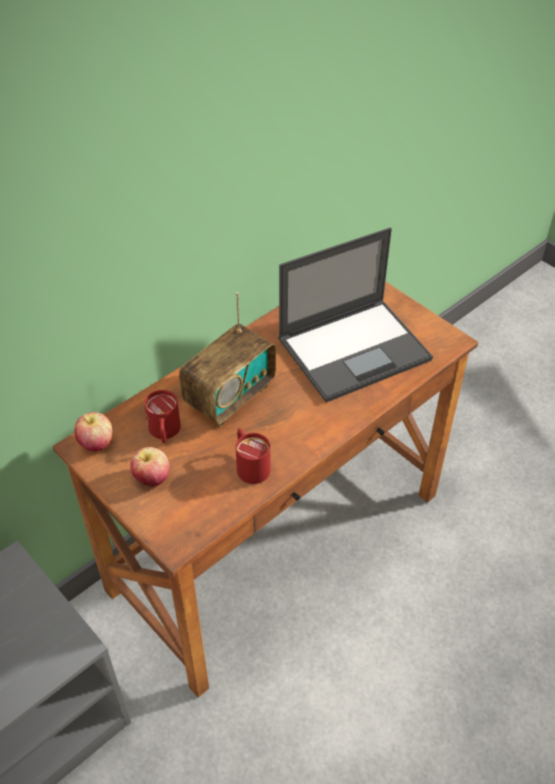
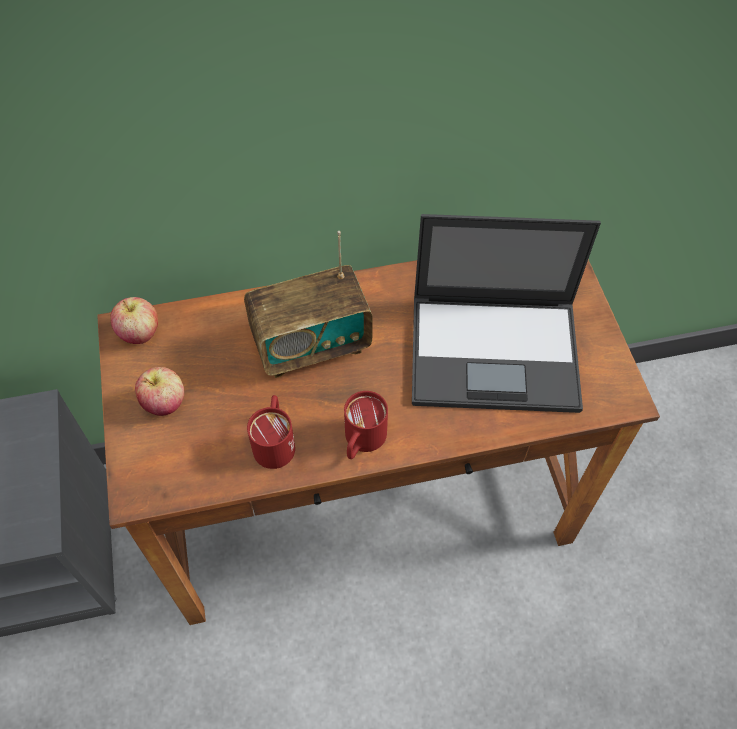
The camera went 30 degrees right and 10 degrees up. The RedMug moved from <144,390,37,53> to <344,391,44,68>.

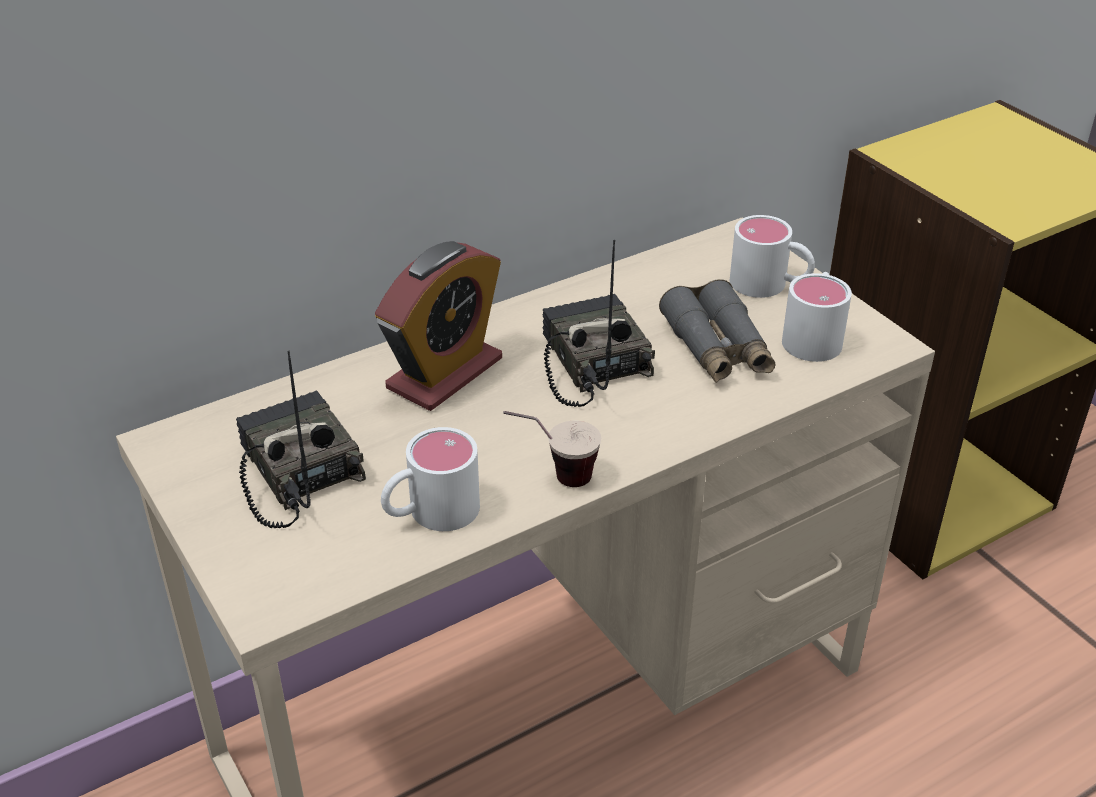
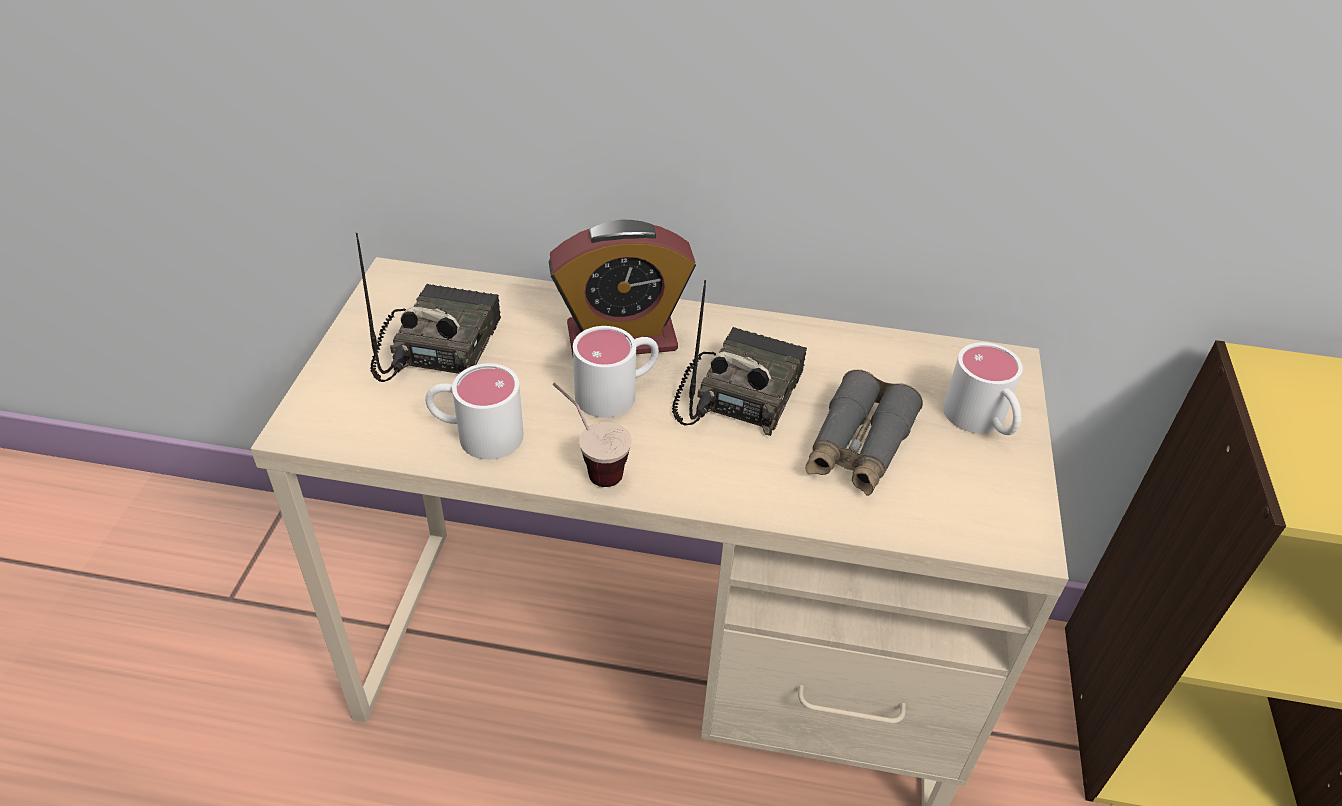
The camera went 40 degrees right and 5 degrees up. The WhiteMug moved from <782,272,70,90> to <573,326,86,92>.

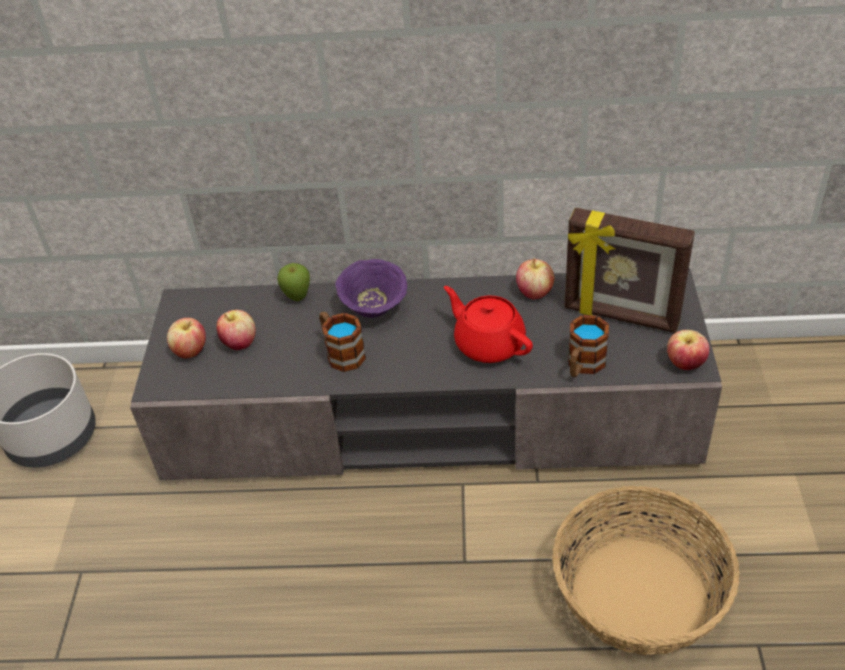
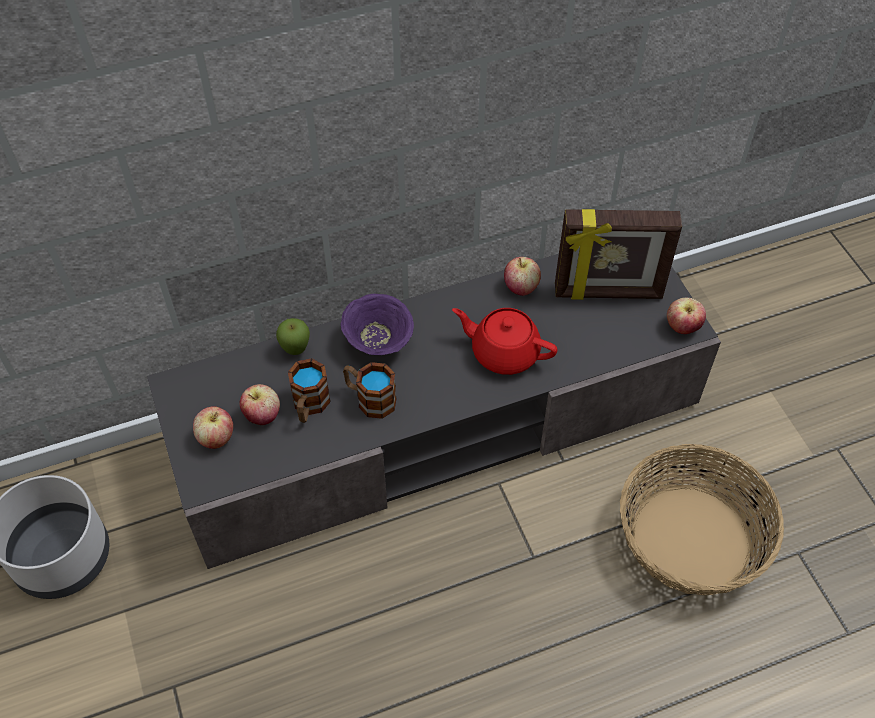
The camera went 25 degrees left and 10 degrees up. The Mug moved from <568,315,41,62> to <288,358,43,65>.

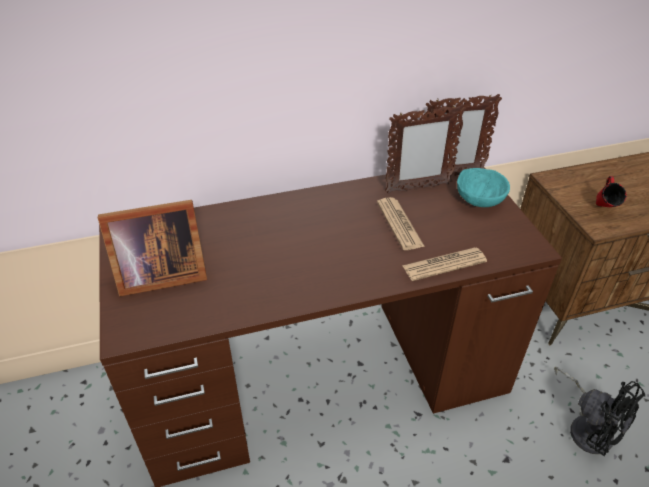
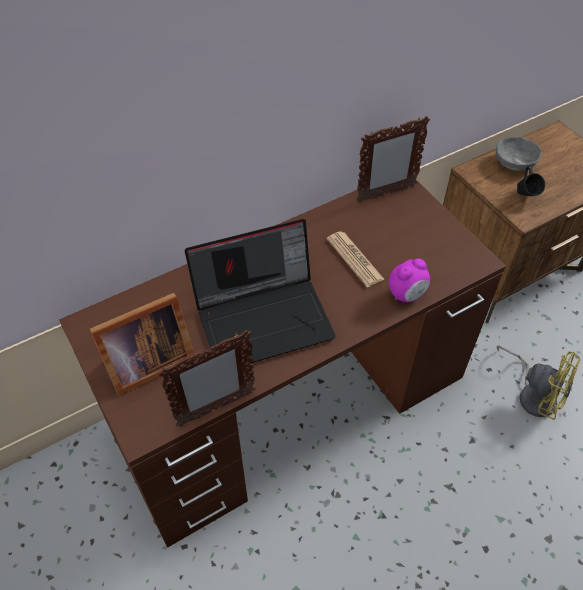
The camera went 15 degrees left and 10 degrees up. The PictureFrame moved from <385,104,81,90> to <158,330,97,97>. The TurquoiseBowl at <457,168,53,39> disappeared. The RedMug at <596,176,31,31> became the BlackMug at <517,166,28,30>. The Newspaper at <403,248,84,33> was replaced by the AlarmClock at <389,258,41,44>. The BlackFan at <554,367,91,89> became the YellowFan at <497,345,84,75>. The GreyBowl at <496,137,46,34> appeared. The Laptop at <185,219,151,144> appeared.

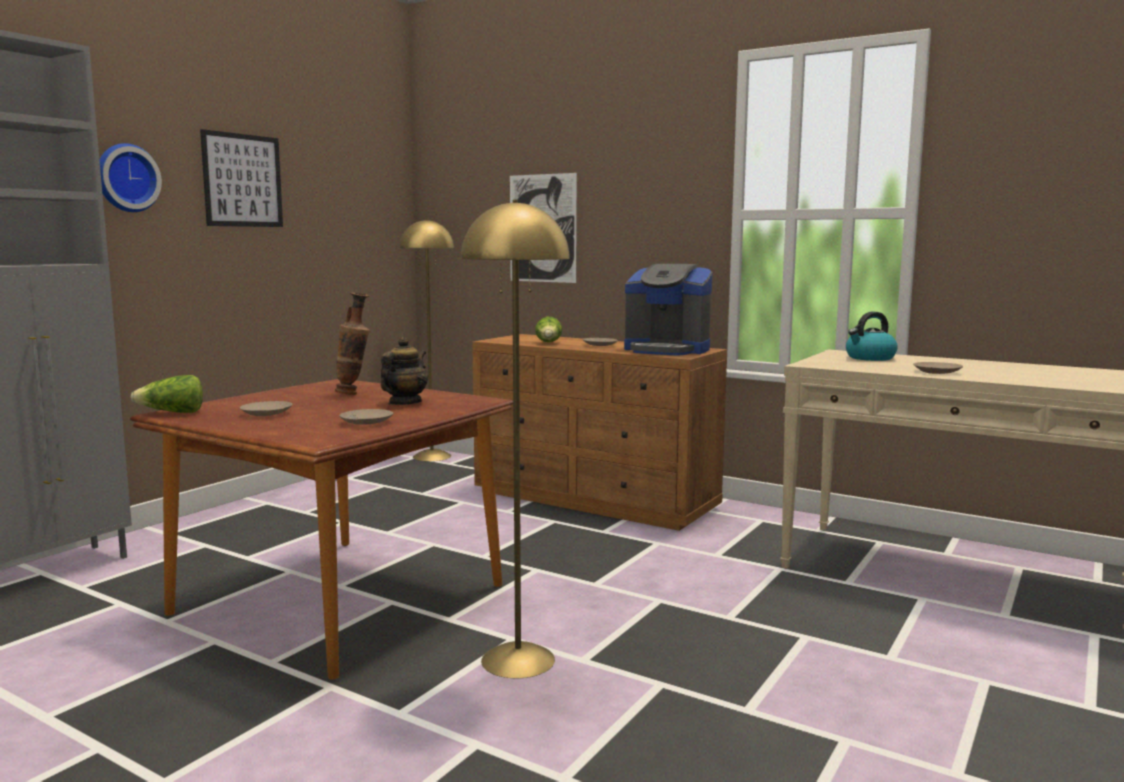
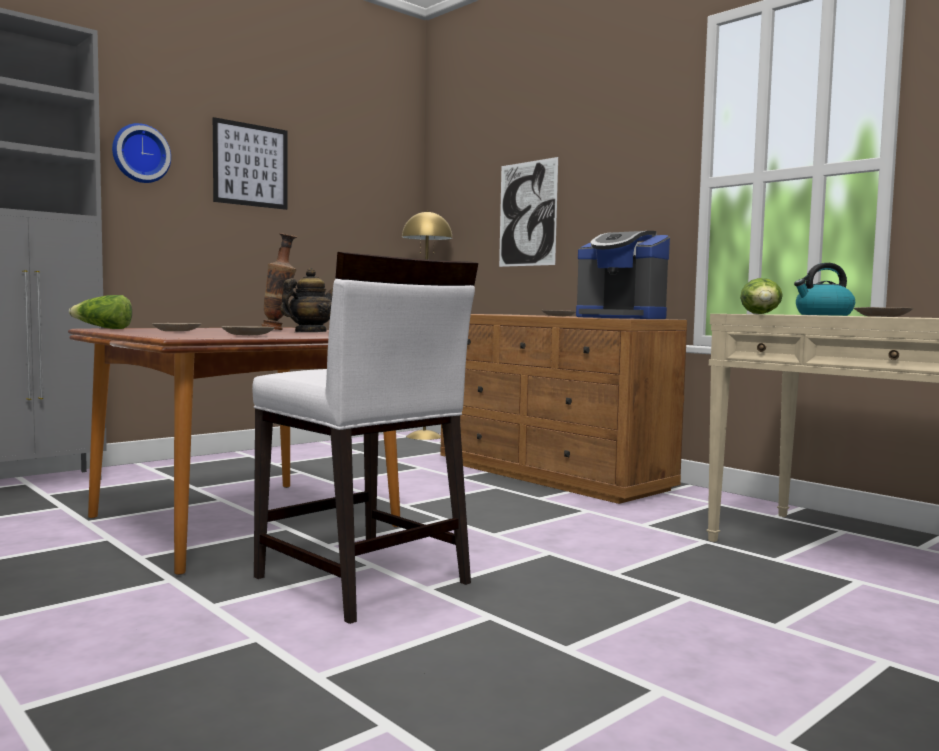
The camera went 15 degrees right and 5 degrees down. The YellowFloorLamp at <461,200,109,478> was replaced by the WhiteChair at <252,252,226,372>. The Lettuce moved from <535,317,27,25> to <740,278,43,36>.

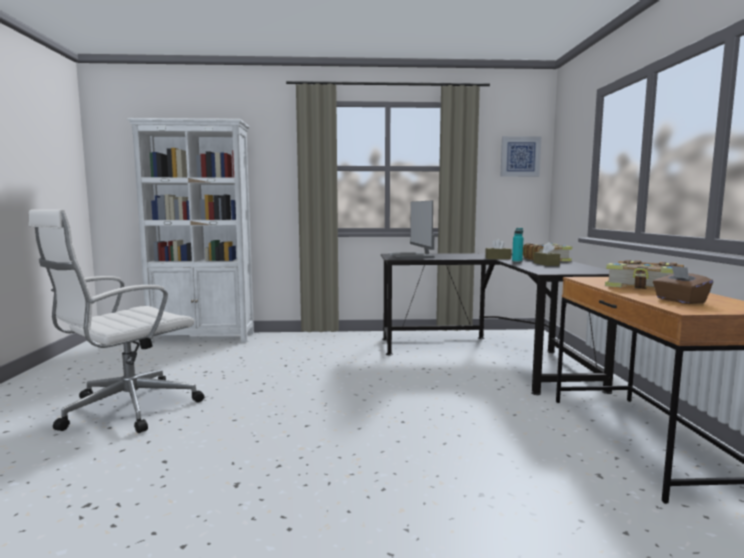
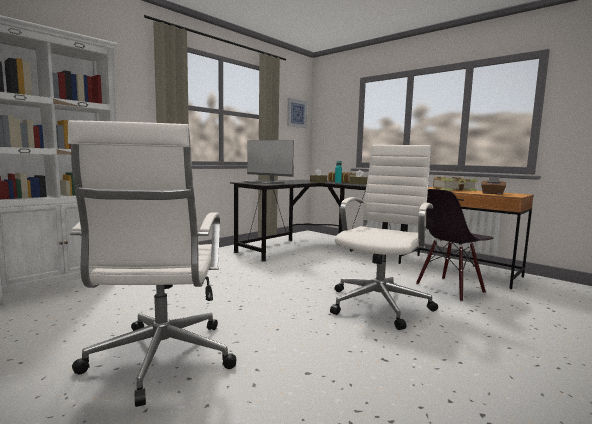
The camera went 45 degrees left and 0 degrees up. The WhiteOfficeChair at <330,145,108,185> appeared. The BlackChair at <416,189,78,113> appeared.

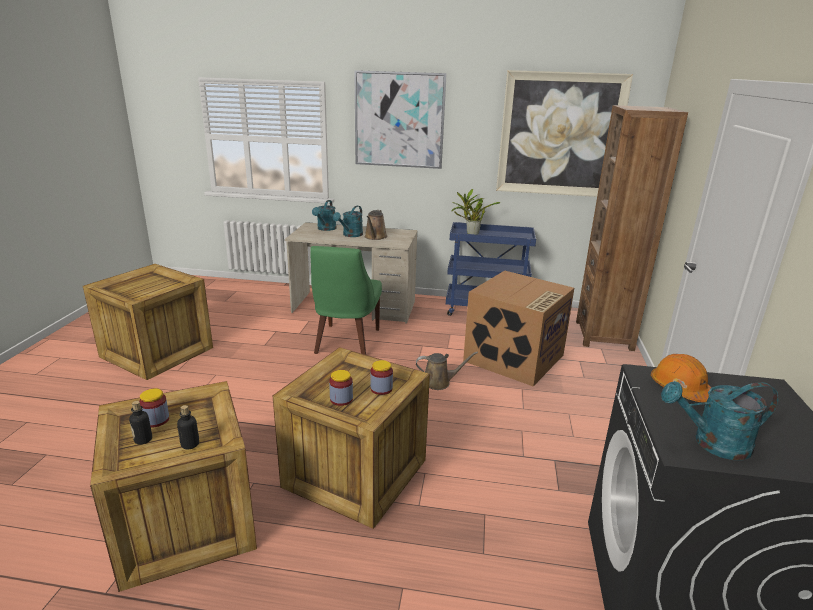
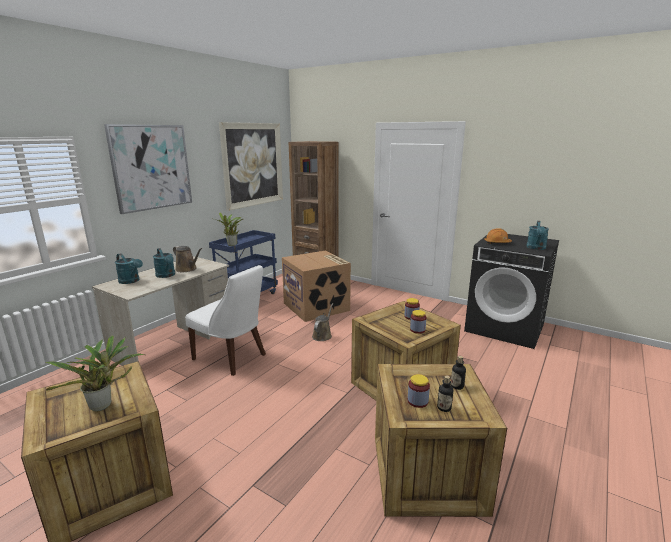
The camera went 65 degrees left and 5 degrees down. The GreenChair at <311,246,71,109> became the WhiteChair at <185,265,81,111>. The PottedPlant at <45,336,100,76> appeared.

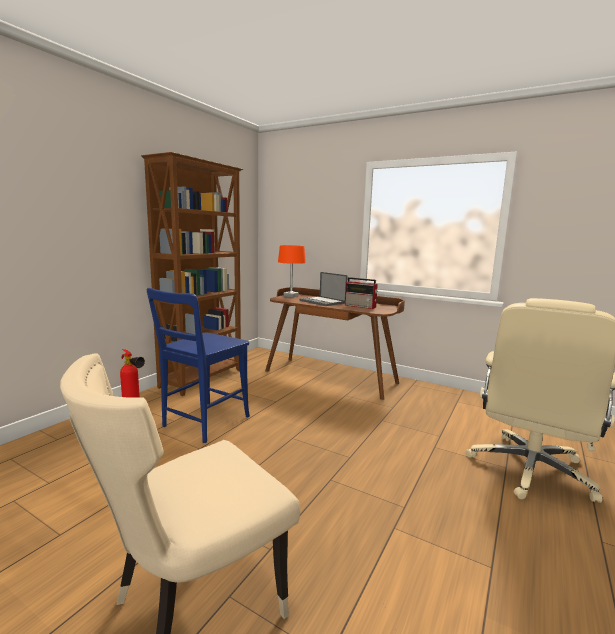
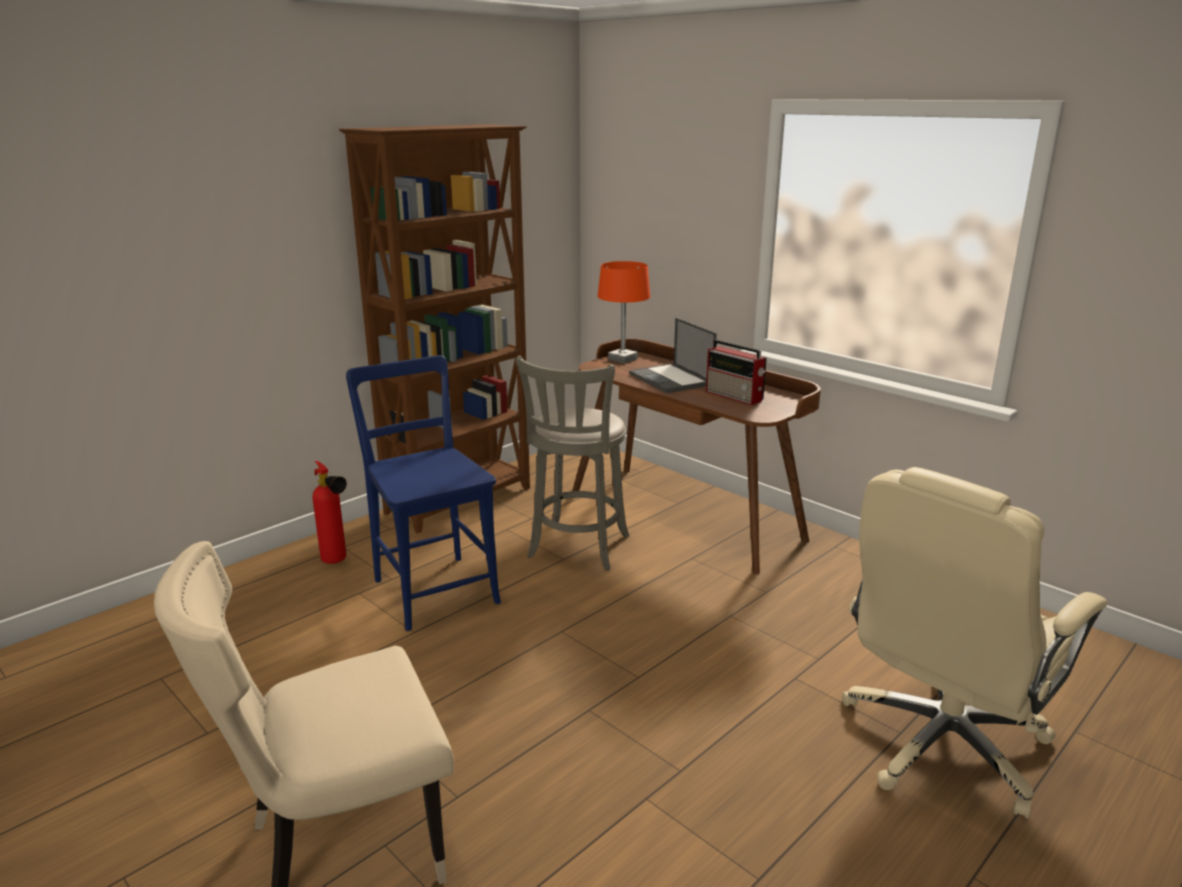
The camera went 15 degrees right and 10 degrees up. The BlueChair at <147,288,103,155> turned 105 degrees clockwise. The GreyStool at <516,356,114,215> appeared.

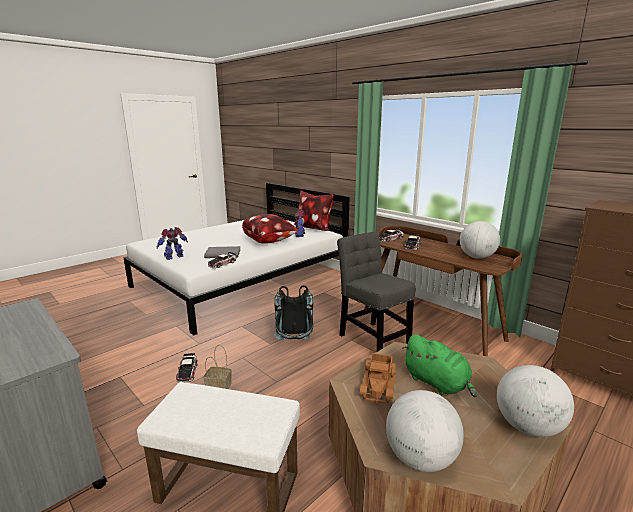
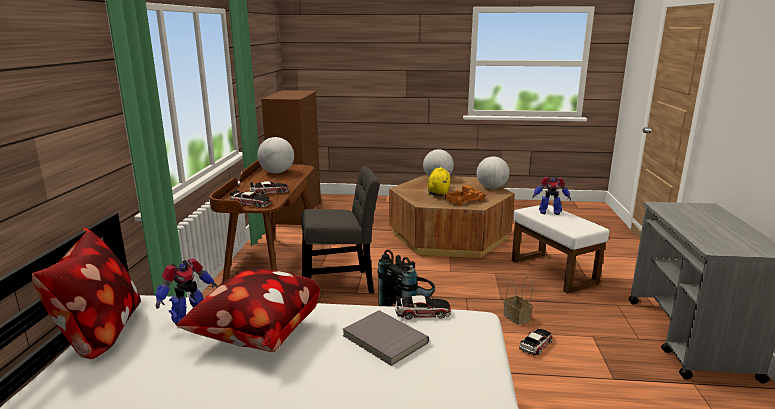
The camera went 130 degrees left and 0 degrees up. The ToyRobot moved from <157,227,31,33> to <532,177,39,38>. The GreyChair at <337,231,78,121> turned 120 degrees counterclockwise. The GreenPlushToy at <403,334,74,63> became the YellowPlushToy at <427,167,23,30>.

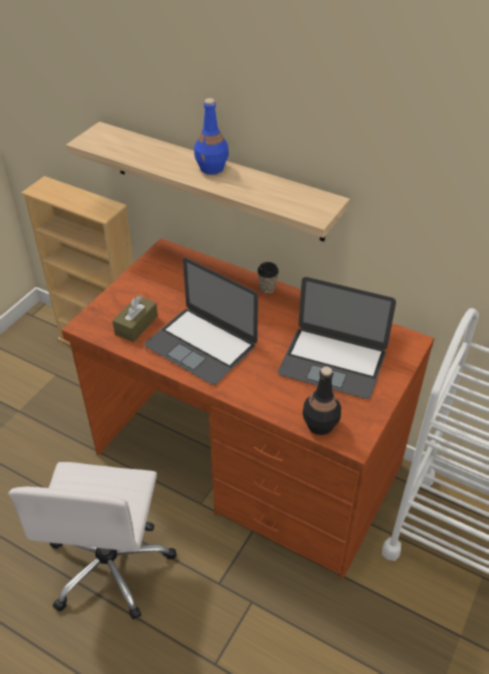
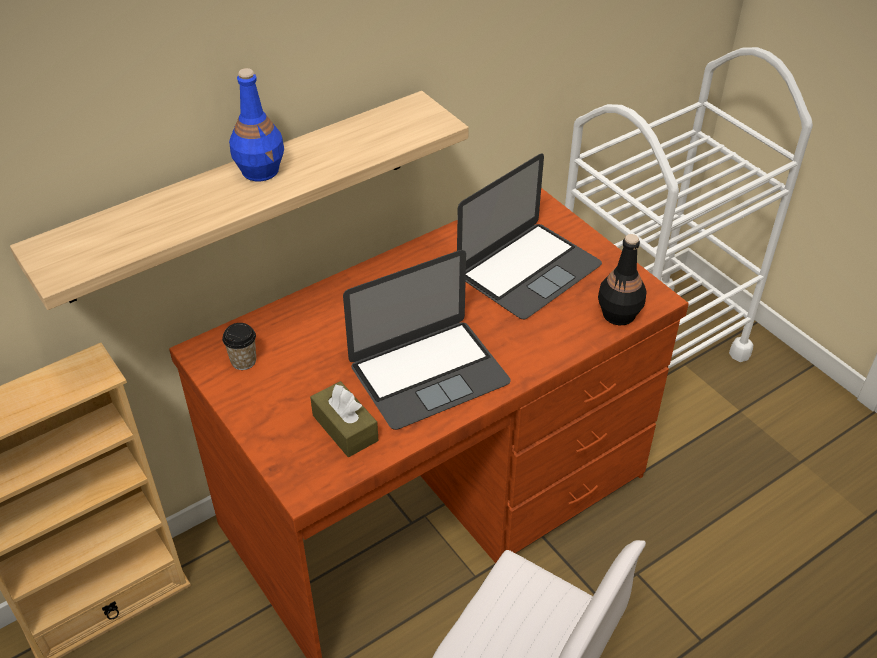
The camera went 65 degrees left and 0 degrees up. The Cup moved from <257,262,22,31> to <222,323,34,47>.

